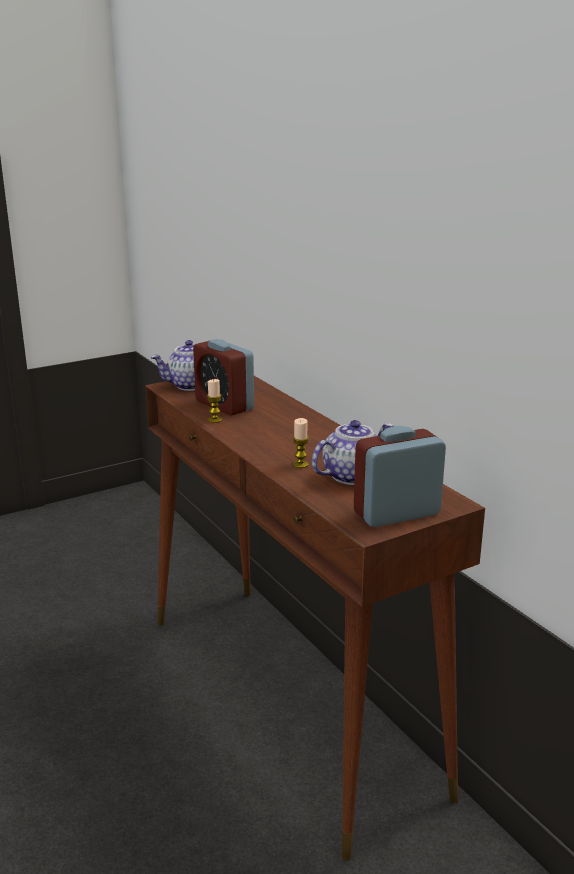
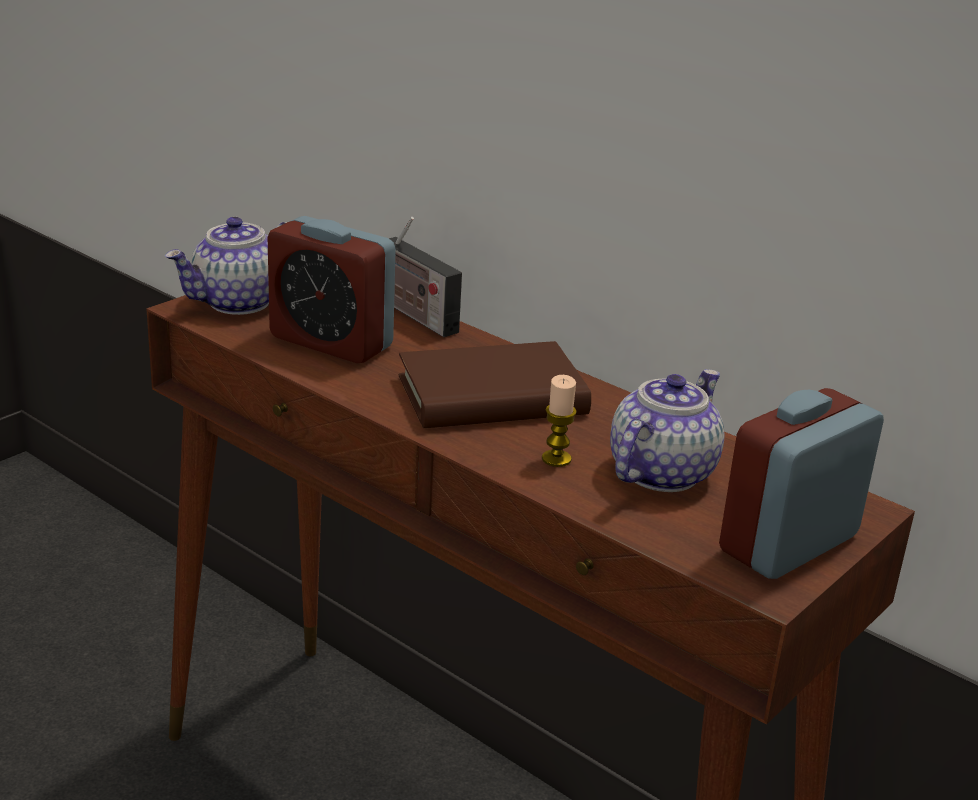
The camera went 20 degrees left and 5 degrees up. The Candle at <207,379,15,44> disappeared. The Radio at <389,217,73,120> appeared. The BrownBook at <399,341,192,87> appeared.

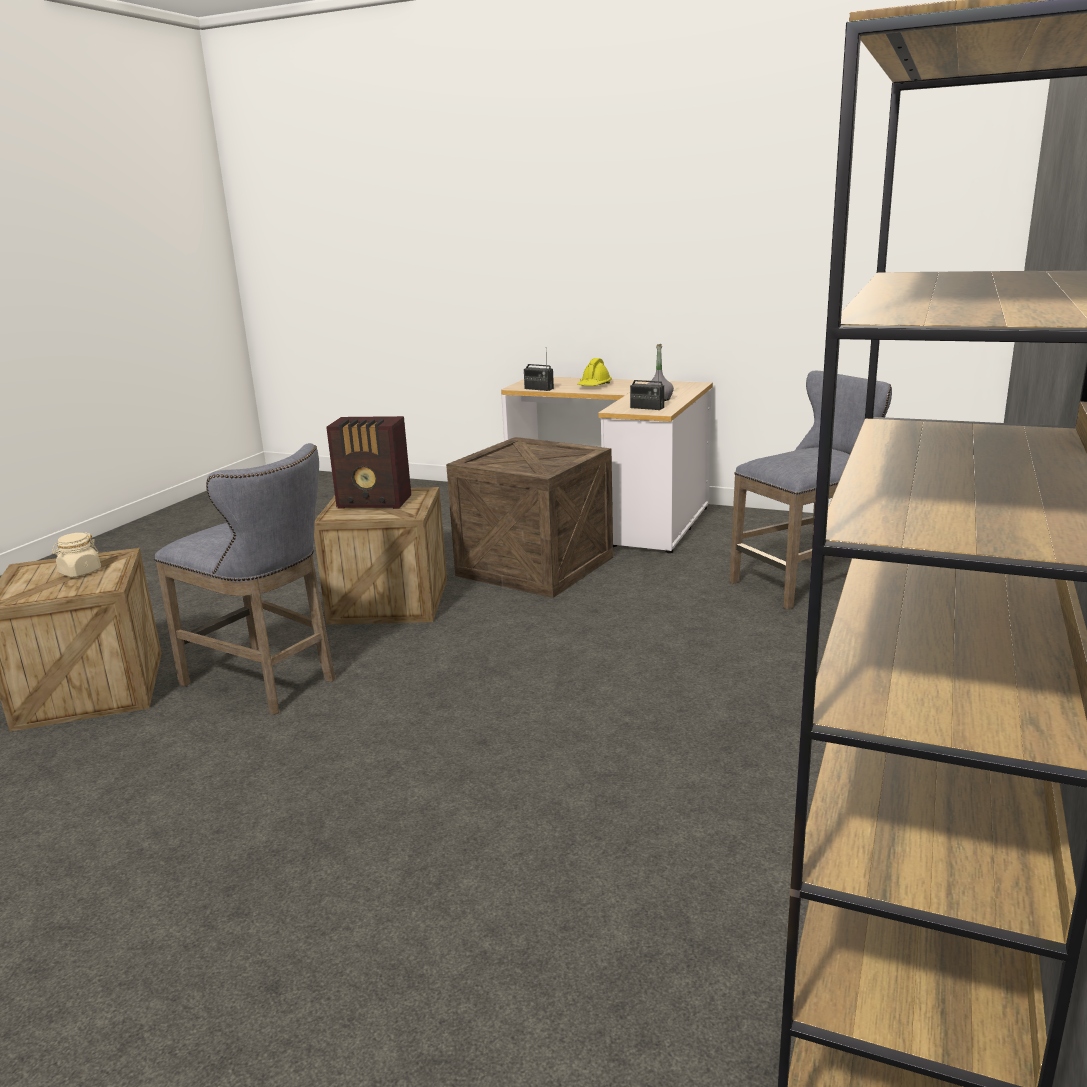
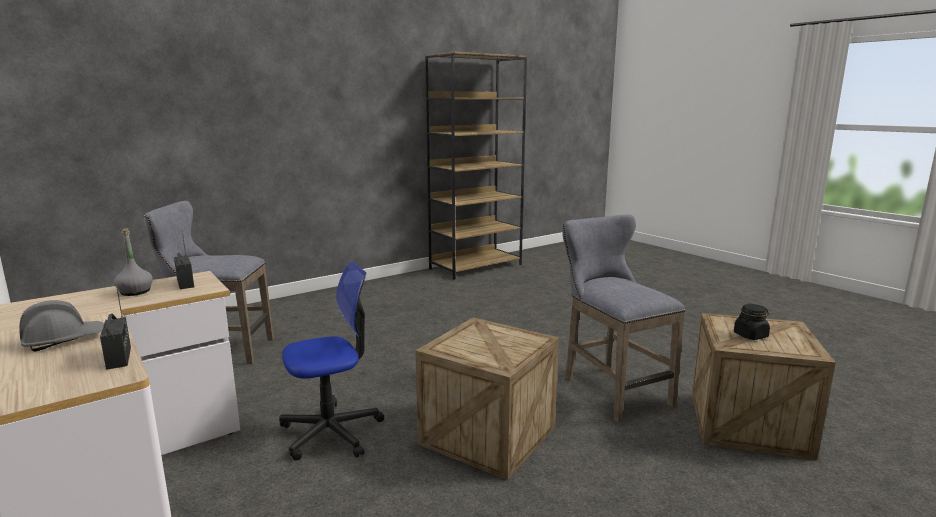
The camera went 150 degrees left and 5 degrees down. The YellowHardHat at <577,358,35,28> became the GreyHardHat at <19,300,85,52>. The Radio at <326,416,85,93> disappeared. The Crate at <446,437,167,161> was replaced by the OfficeChair at <279,261,105,200>. The BeigeJar at <52,532,49,45> became the BlackJar at <734,304,36,36>.

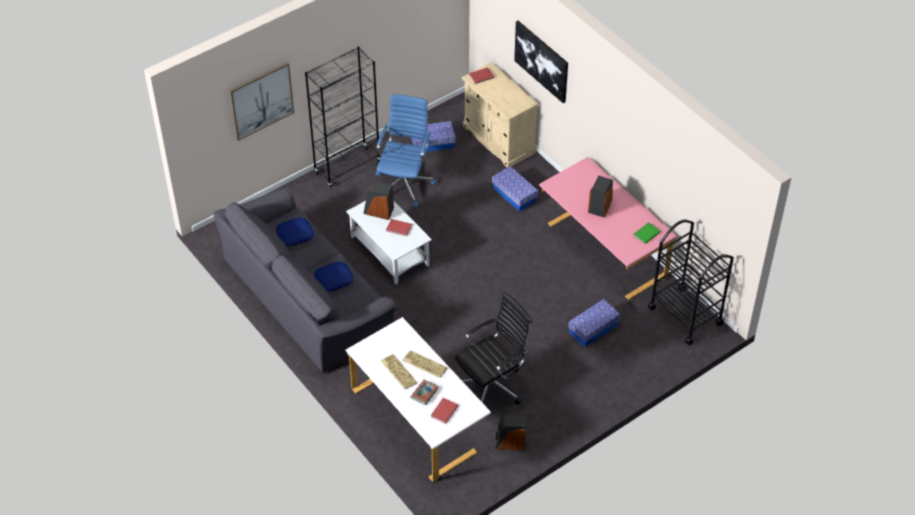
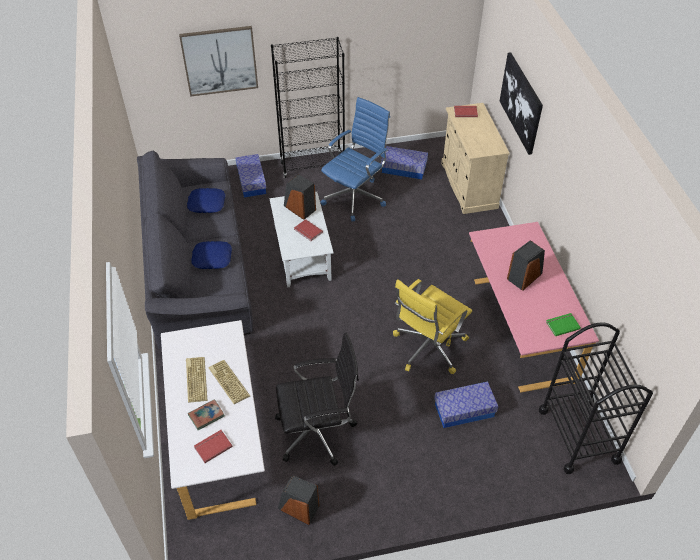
The camera went 25 degrees right and 0 degrees up. The StorageBox moved from <492,166,46,46> to <235,154,31,44>. The YellowOfficeChair at <393,279,79,95> appeared.

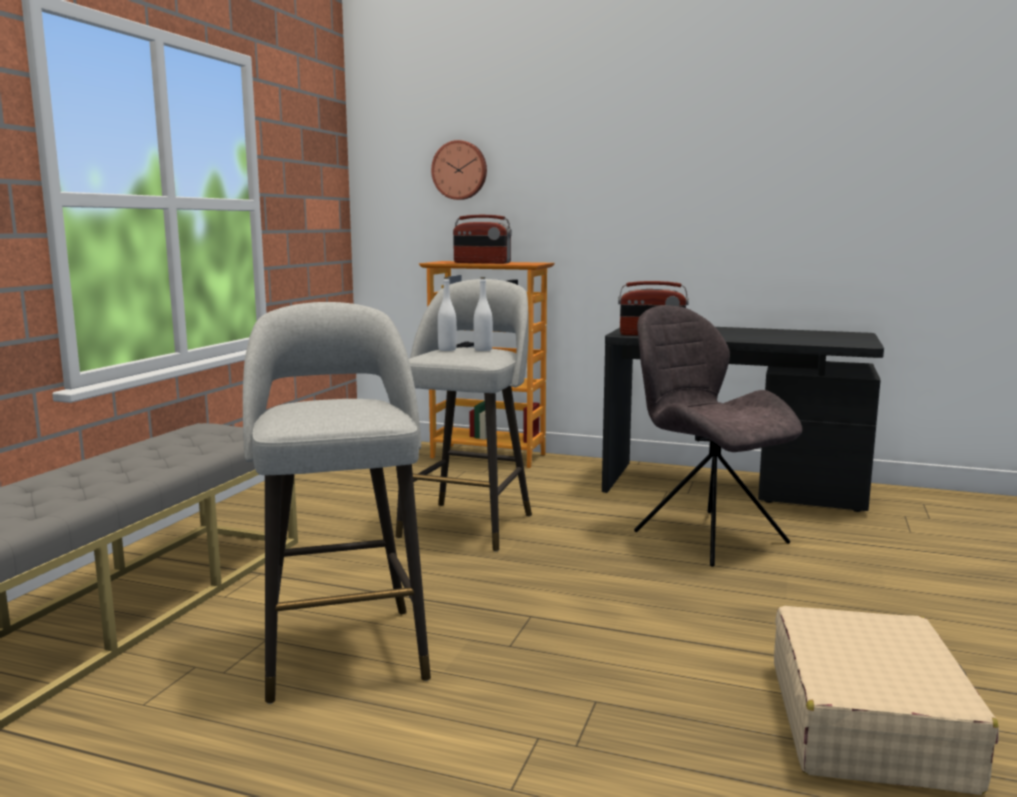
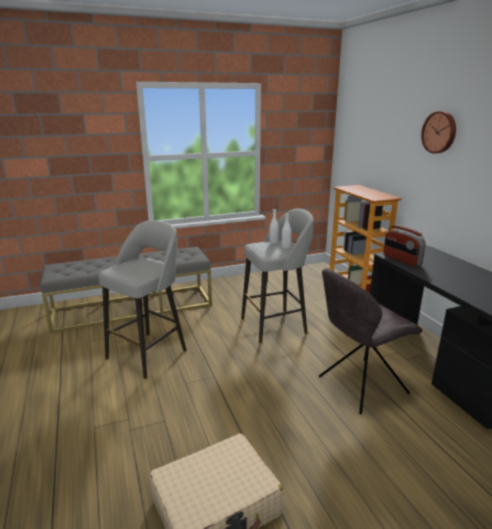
The camera went 50 degrees right and 10 degrees up. The WallClock moved from <431,140,56,60> to <421,111,35,43>. The Radio at <453,215,59,49> disappeared. The GreyChair at <634,305,169,262> turned 135 degrees counterclockwise.

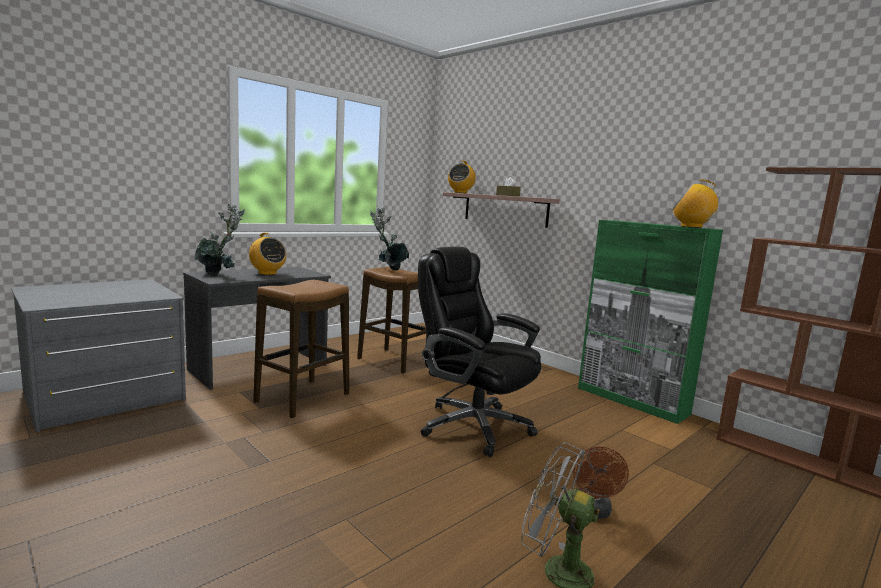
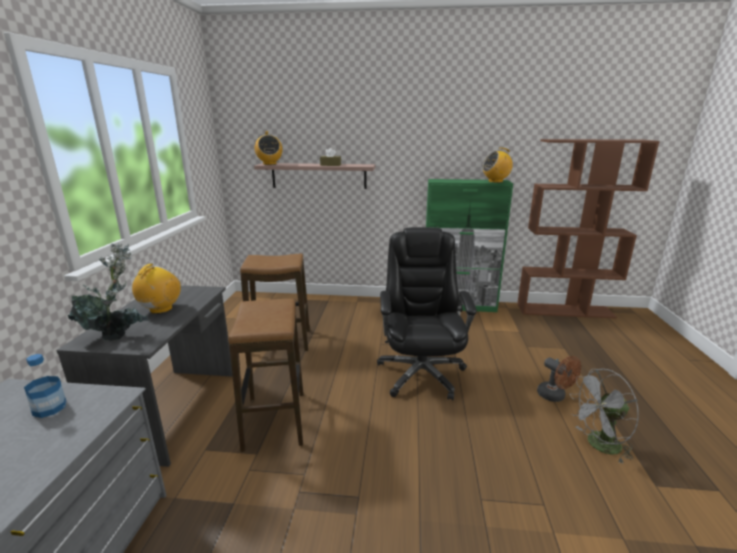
The camera went 40 degrees left and 10 degrees up. The PottedPlant at <370,207,39,63> disappeared. The Radio at <249,233,37,42> turned 75 degrees counterclockwise. The BlackOfficeChair at <418,246,123,211> turned 90 degrees clockwise. The Bottle at <24,354,42,64> appeared.

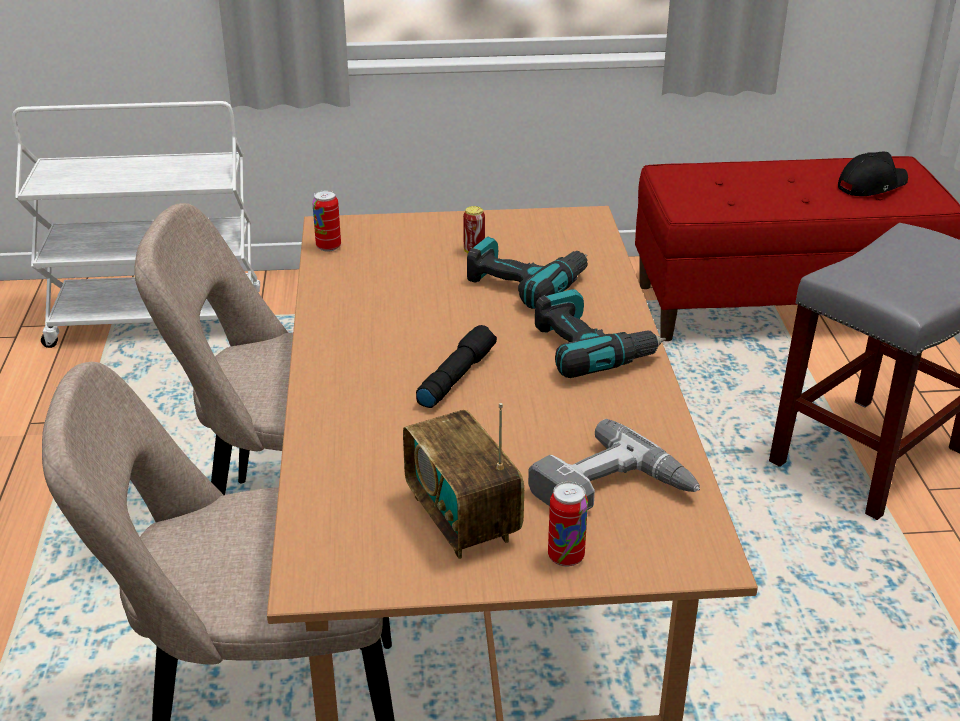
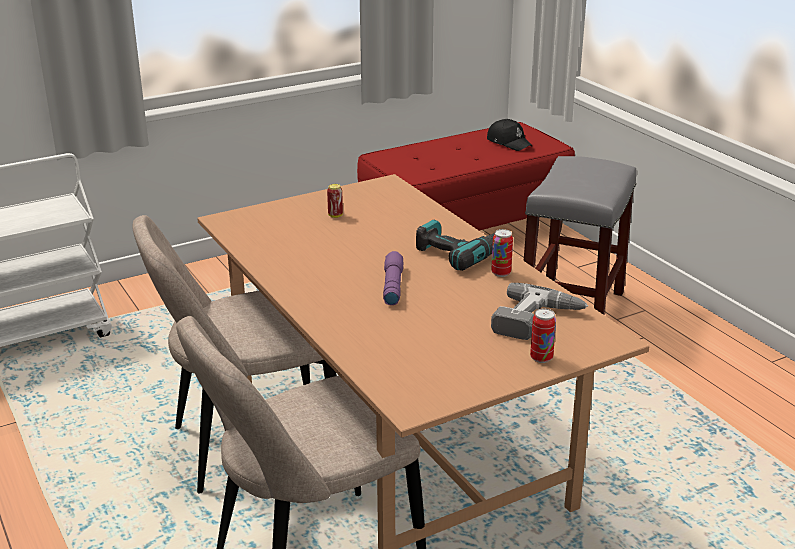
The camera went 25 degrees left and 5 degrees down. The BlackCap at <838,151,70,45> turned 105 degrees clockwise. The Can moved from <312,190,29,62> to <491,229,22,48>. The PowerDrill at <467,237,121,72> disappeared. The BlackFlashlight at <416,325,81,83> became the PurpleFlashlight at <383,251,20,54>. The Radio at <403,403,121,156> disappeared.

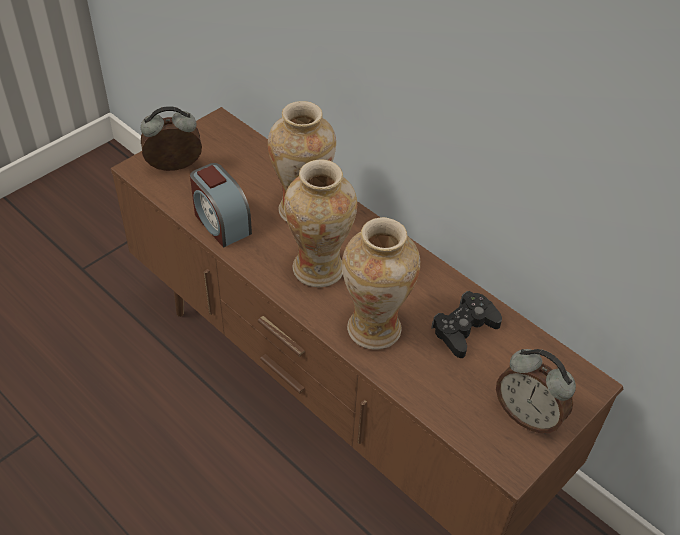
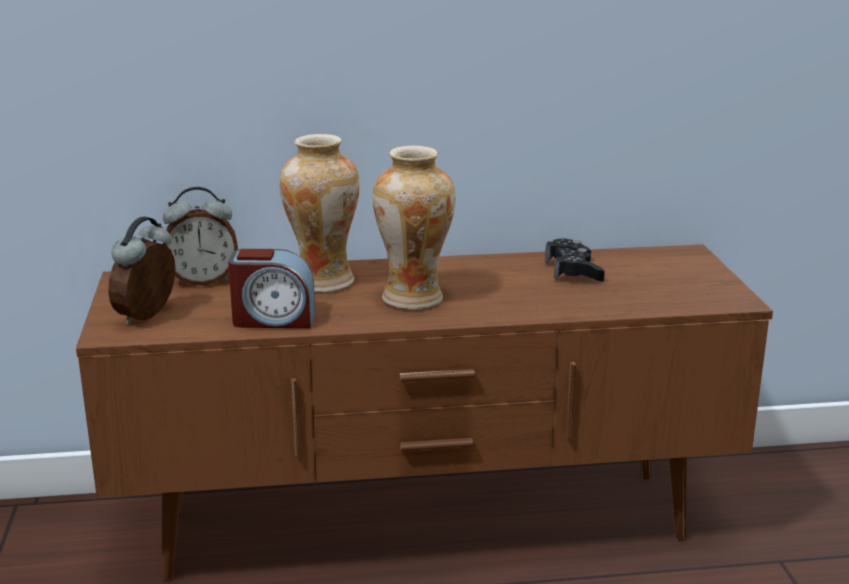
The camera went 50 degrees left and 25 degrees down. The Vase at <342,217,78,133> disappeared. The AlarmClock moved from <496,349,80,85> to <163,187,75,98>.

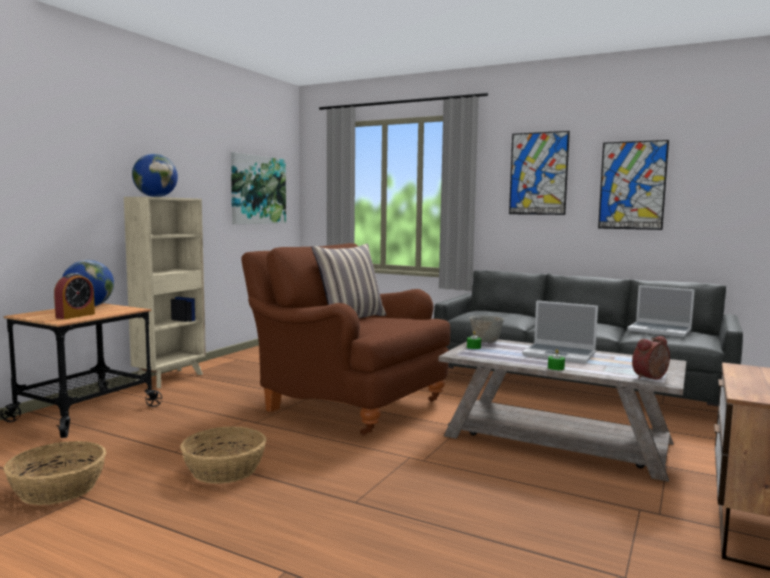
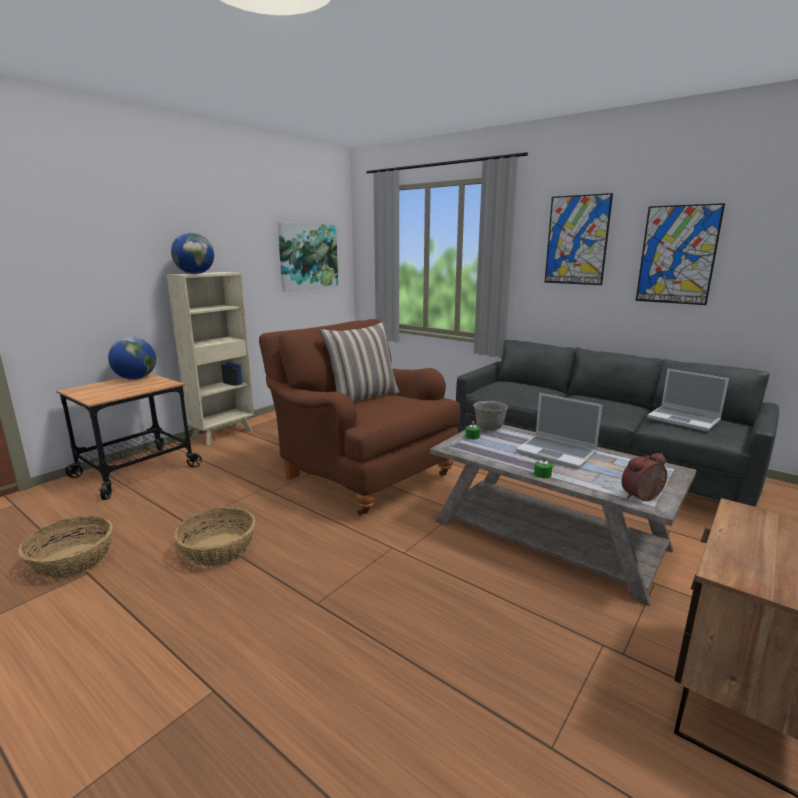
The camera went 10 degrees right and 10 degrees up. The AlarmClock at <54,273,41,46> disappeared.

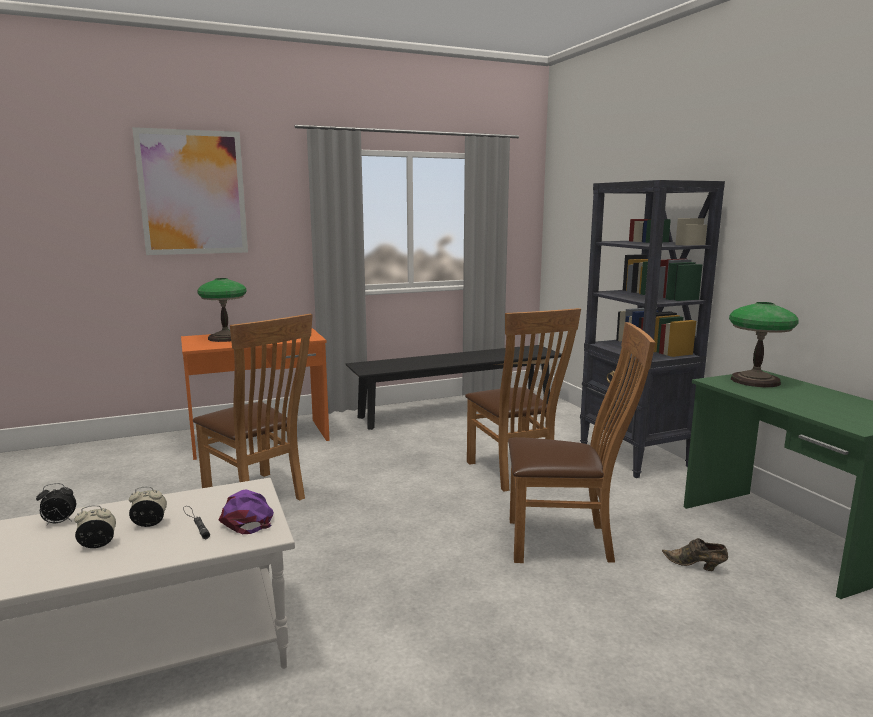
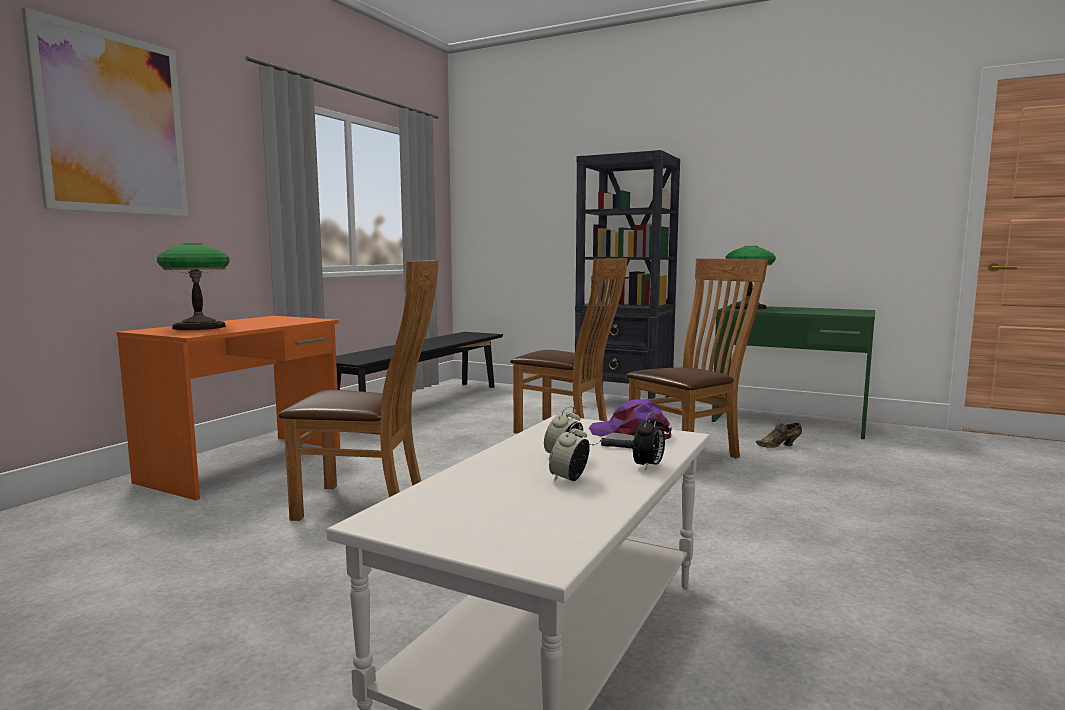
The camera went 40 degrees left and 5 degrees down. The AlarmClock moved from <36,483,40,42> to <633,412,32,59>.

